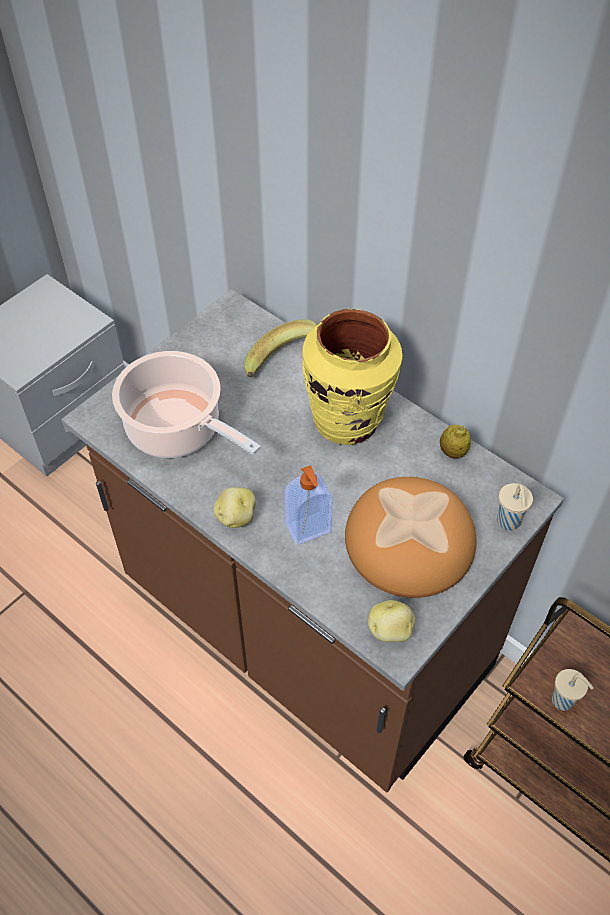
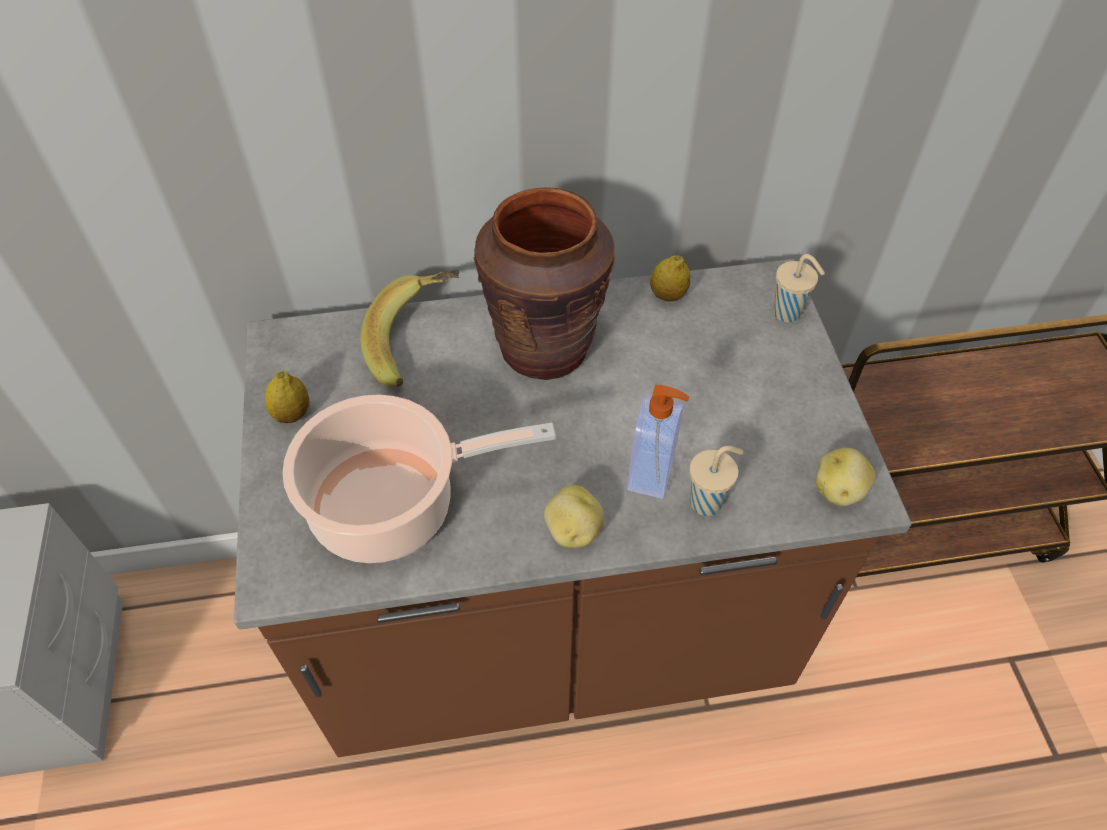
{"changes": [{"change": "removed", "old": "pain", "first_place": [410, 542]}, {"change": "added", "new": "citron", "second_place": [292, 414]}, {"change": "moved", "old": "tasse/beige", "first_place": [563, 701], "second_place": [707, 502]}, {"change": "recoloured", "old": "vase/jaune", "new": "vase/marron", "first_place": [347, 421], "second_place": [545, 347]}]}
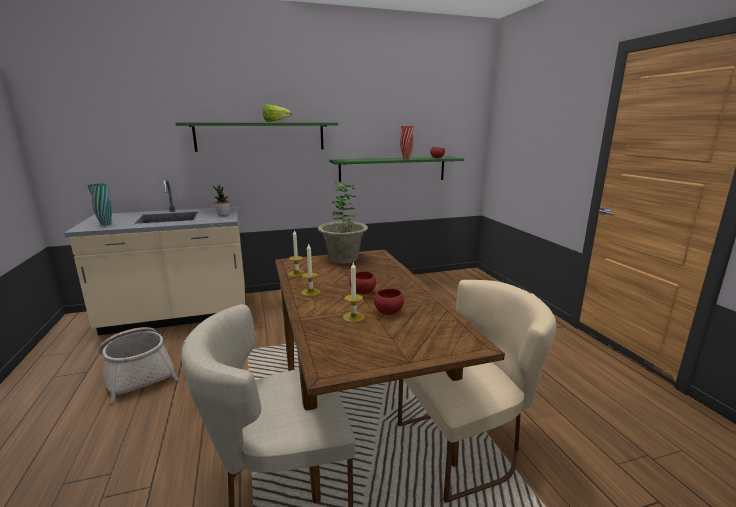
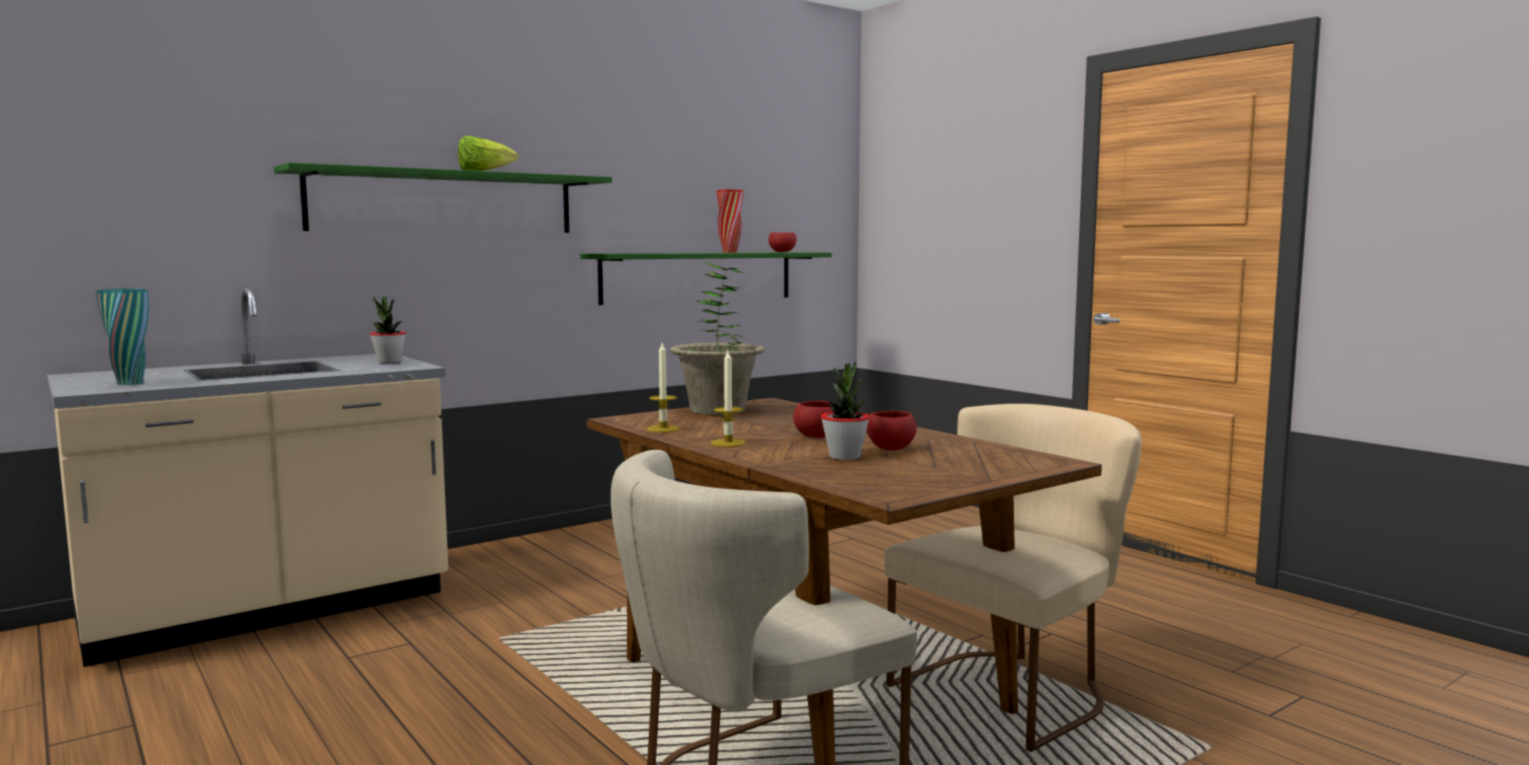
{"changes": [{"change": "removed", "old": "panier", "first_place": [138, 373]}, {"change": "replaced", "old": "bougie", "new": "plante en pot", "first_place": [353, 317], "second_place": [844, 457]}]}
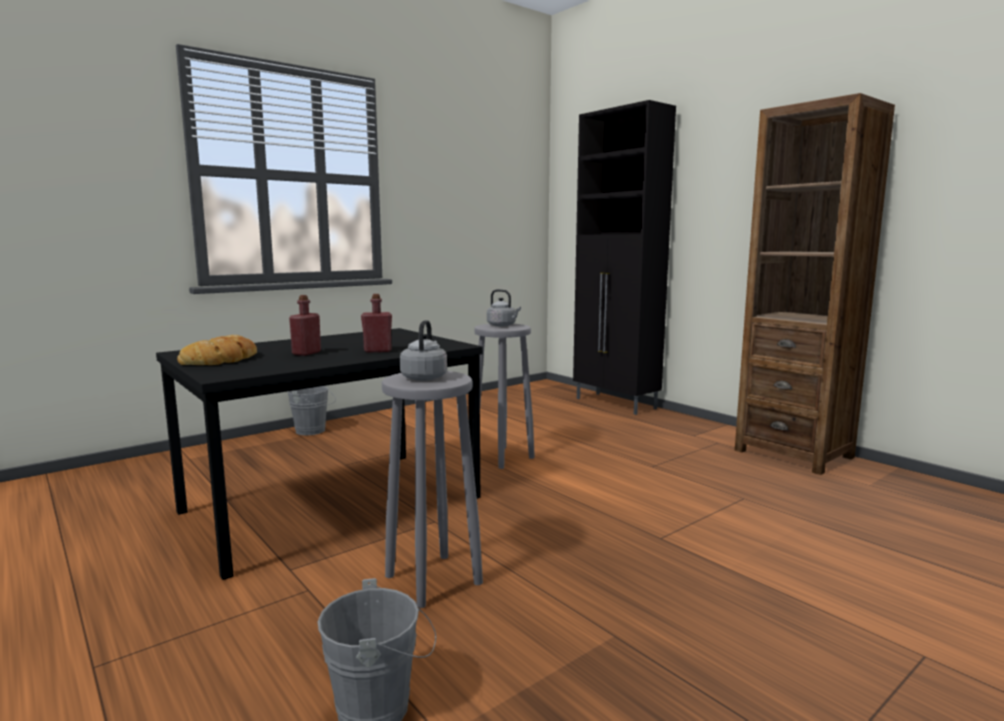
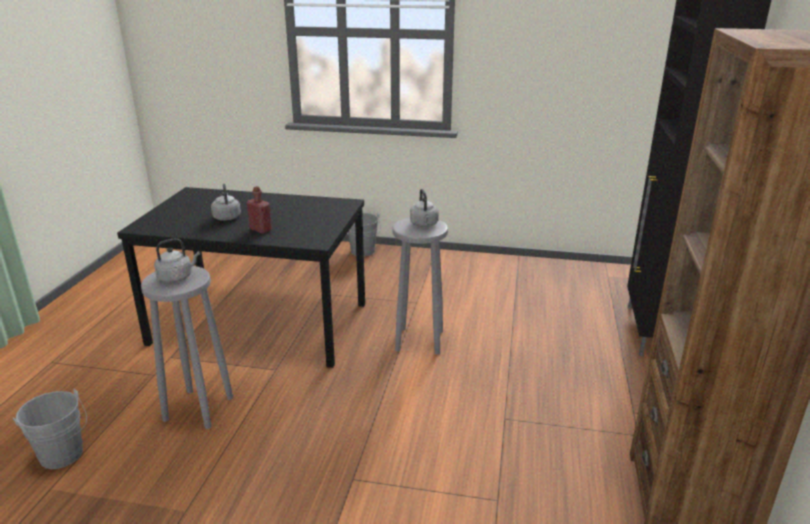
{"changes": [{"change": "removed", "old": "pain", "first_place": [222, 360]}, {"change": "replaced", "old": "bouteille/rouge", "new": "bouilloire/gris", "first_place": [306, 353], "second_place": [227, 217]}]}
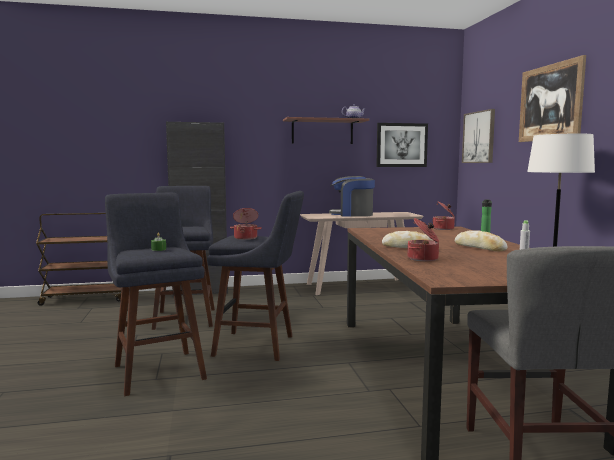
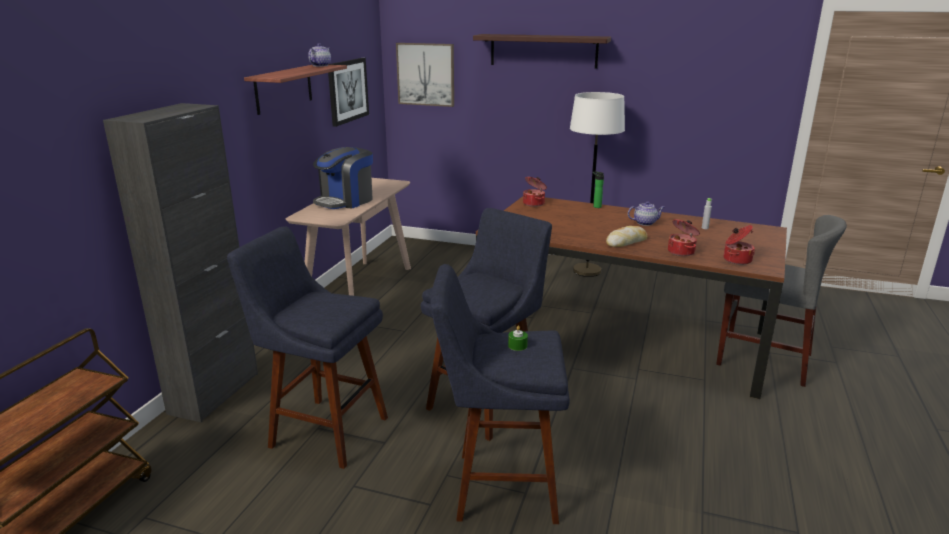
{"changes": [{"change": "moved", "old": "marmite", "first_place": [246, 238], "second_place": [736, 260]}, {"change": "replaced", "old": "pain", "new": "théière", "first_place": [479, 247], "second_place": [645, 223]}, {"change": "replaced", "old": "tableau", "new": "étagère", "first_place": [550, 102], "second_place": [543, 51]}]}
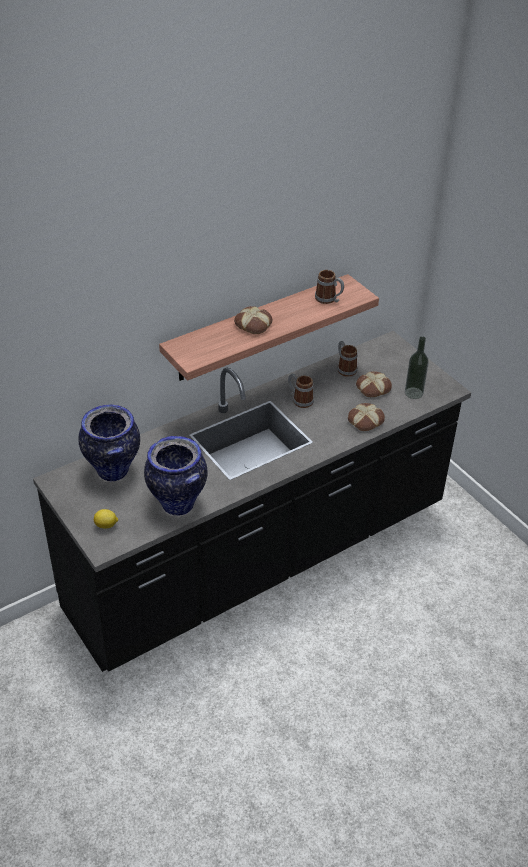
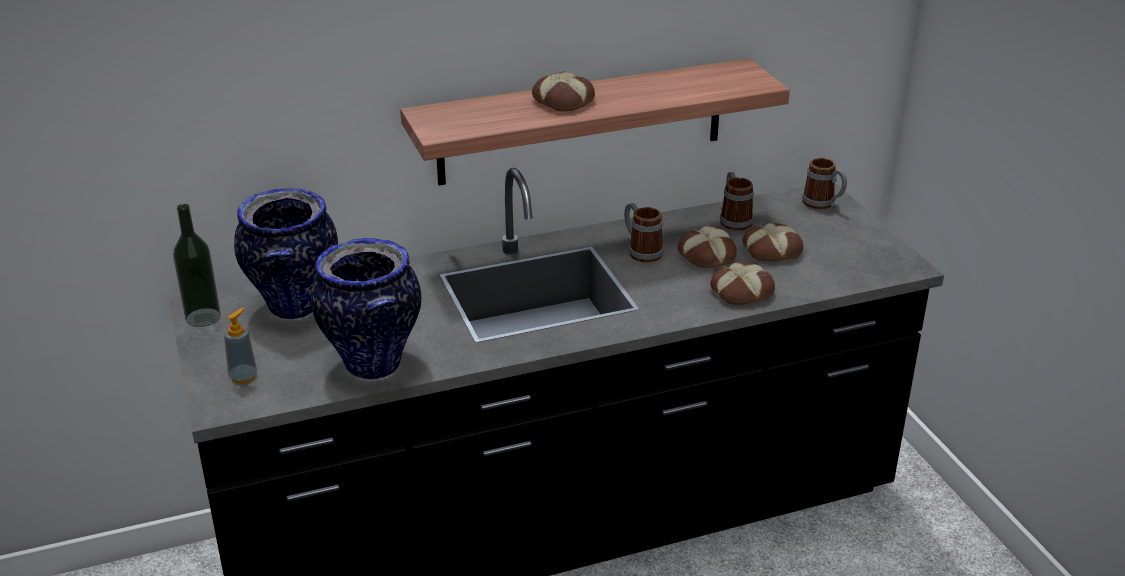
{"changes": [{"change": "added", "new": "pain", "second_place": [706, 255]}, {"change": "moved", "old": "mug", "first_place": [329, 299], "second_place": [823, 205]}, {"change": "moved", "old": "bouteille", "first_place": [413, 393], "second_place": [203, 317]}, {"change": "replaced", "old": "citron", "new": "distributeur de savon", "first_place": [106, 525], "second_place": [243, 377]}]}
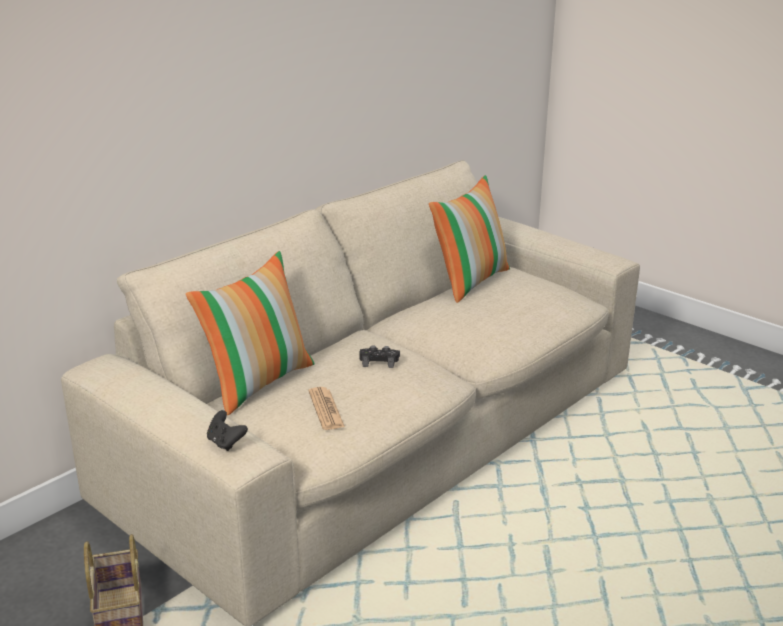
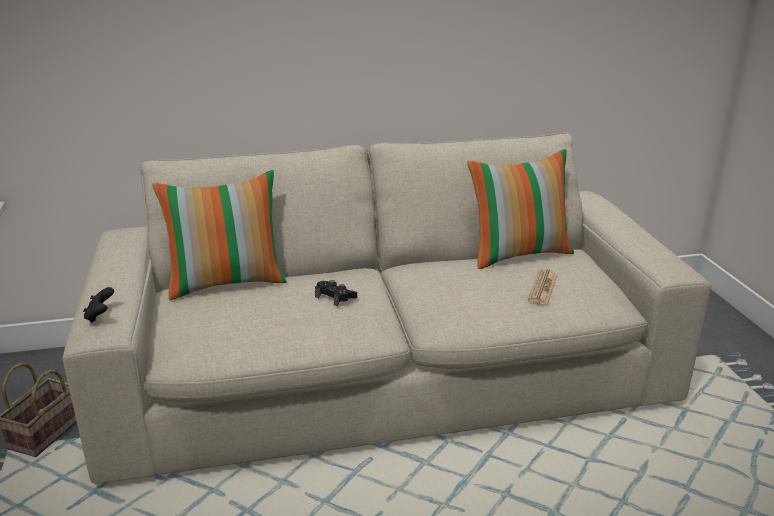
{"changes": [{"change": "moved", "old": "journal", "first_place": [326, 409], "second_place": [543, 287]}]}
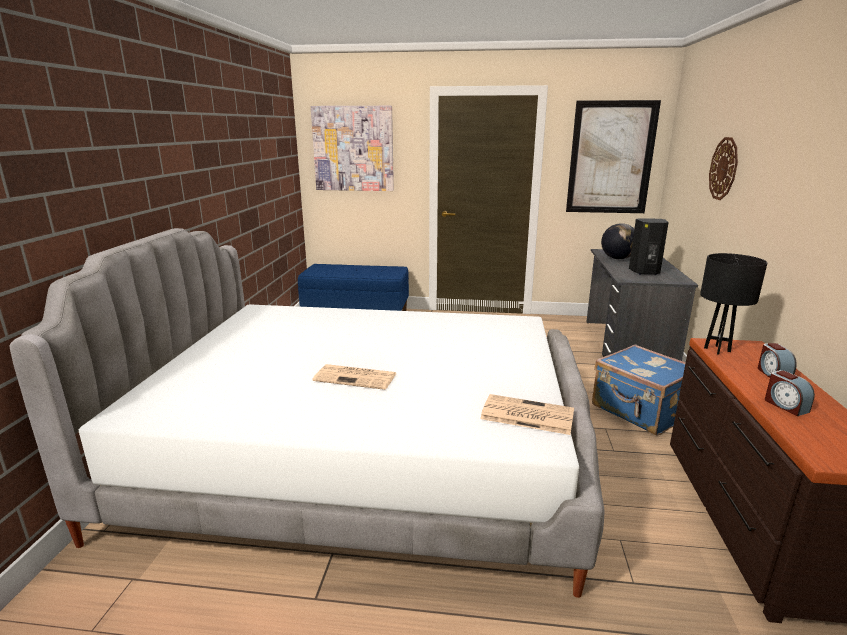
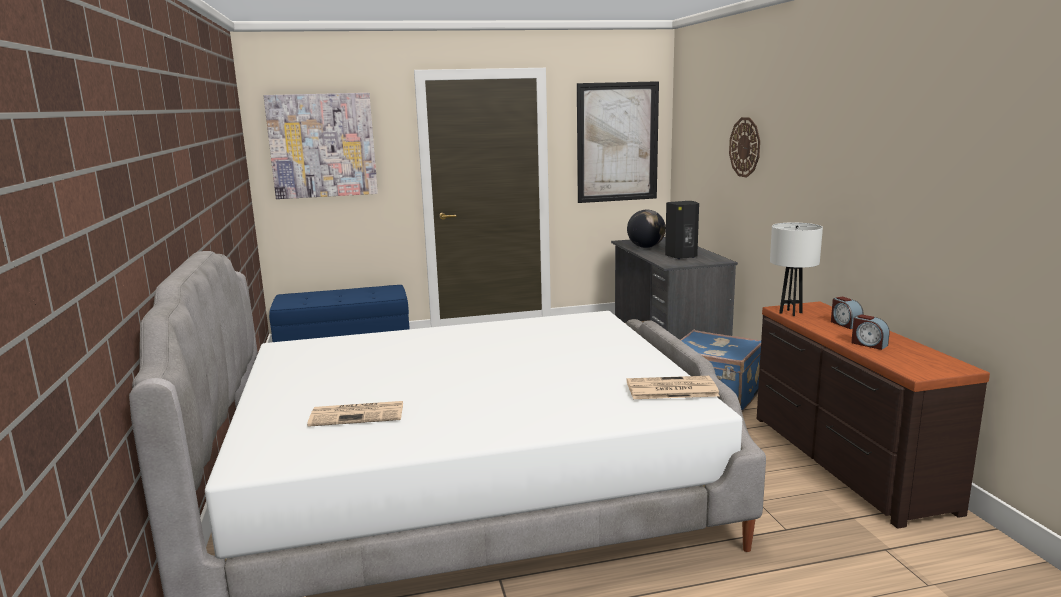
{"changes": [{"change": "moved", "old": "journal", "first_place": [356, 377], "second_place": [358, 414]}, {"change": "recoloured", "old": "lampe de table/noir", "new": "lampe de table/blanc", "first_place": [717, 349], "second_place": [790, 313]}]}
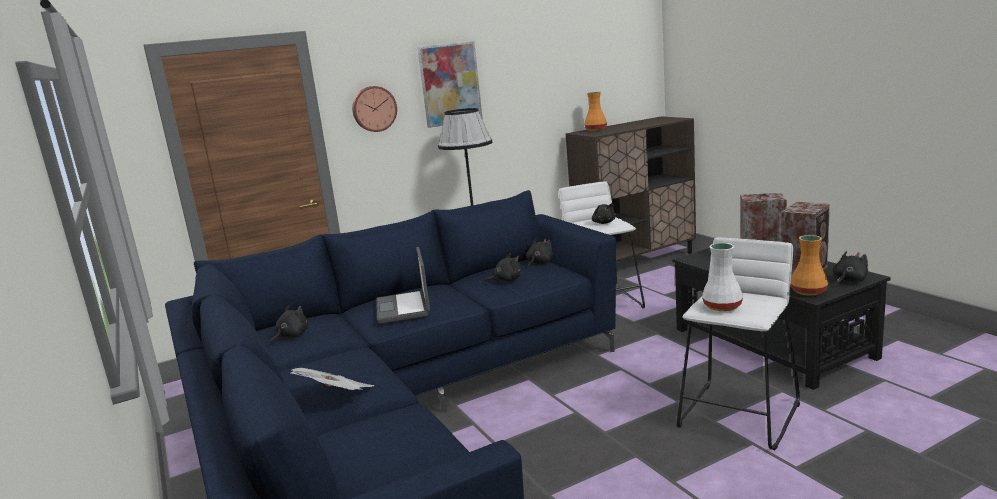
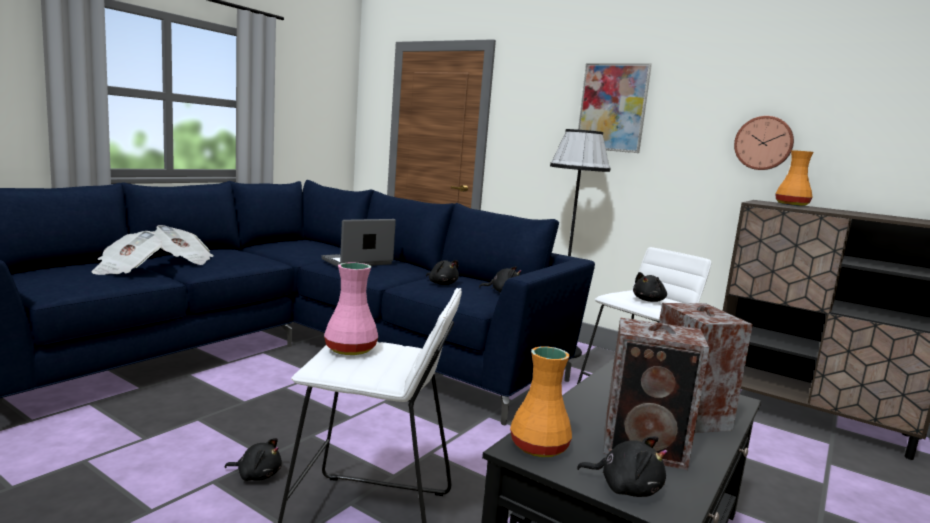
{"changes": [{"change": "added", "new": "journal", "second_place": [126, 269]}, {"change": "moved", "old": "peluche/noir", "first_place": [291, 336], "second_place": [257, 475]}, {"change": "moved", "old": "horloge murale", "first_place": [374, 109], "second_place": [763, 143]}, {"change": "recoloured", "old": "vase/blanc", "new": "vase/rose", "first_place": [722, 306], "second_place": [352, 349]}]}
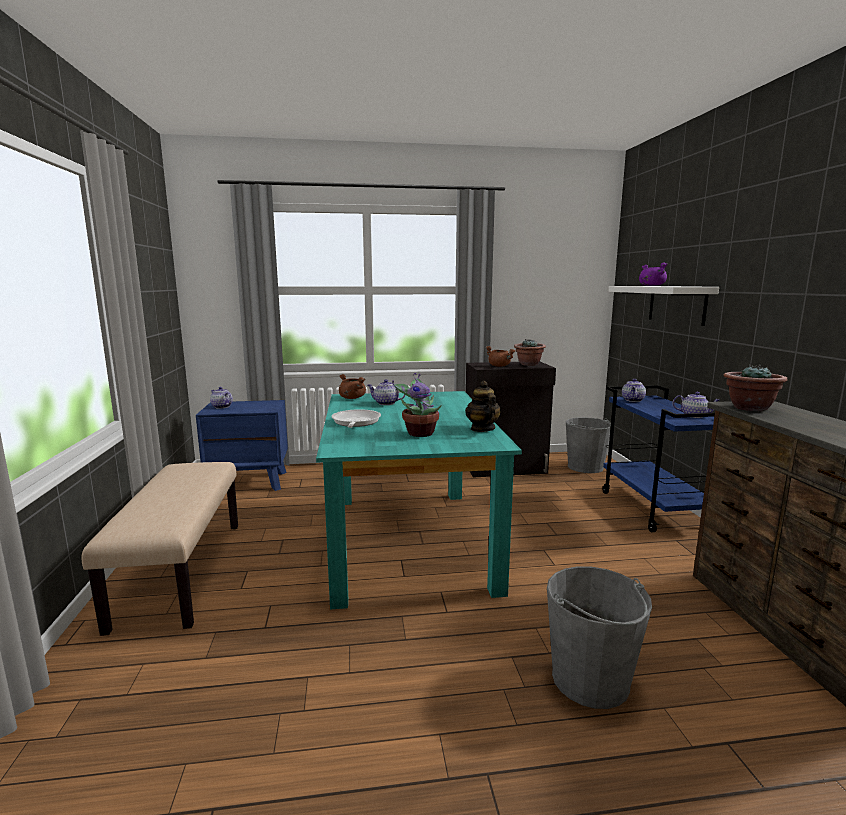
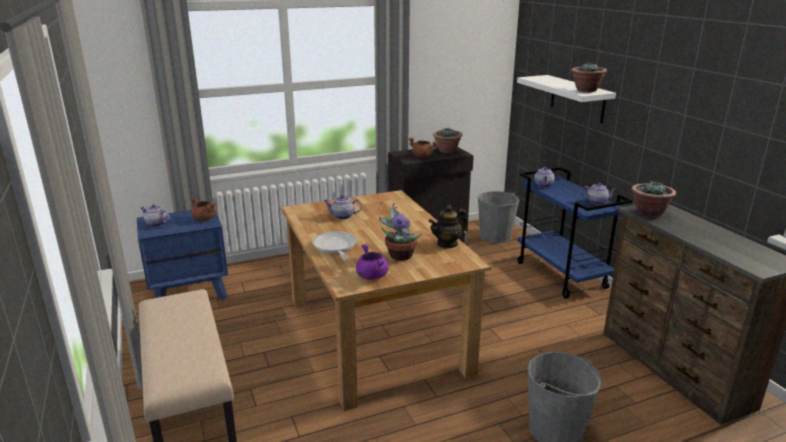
{"changes": [{"change": "added", "new": "plante en pot", "second_place": [586, 90]}, {"change": "moved", "old": "marmite/marron", "first_place": [351, 398], "second_place": [204, 219]}, {"change": "moved", "old": "marmite/violet", "first_place": [651, 286], "second_place": [371, 276]}, {"change": "recoloured", "old": "table à manger/turquoise", "new": "table à manger/marron", "first_place": [410, 540], "second_place": [377, 335]}, {"change": "turned", "old": "théière", "first_place": [482, 429], "second_place": [447, 244], "degrees": -90}]}
